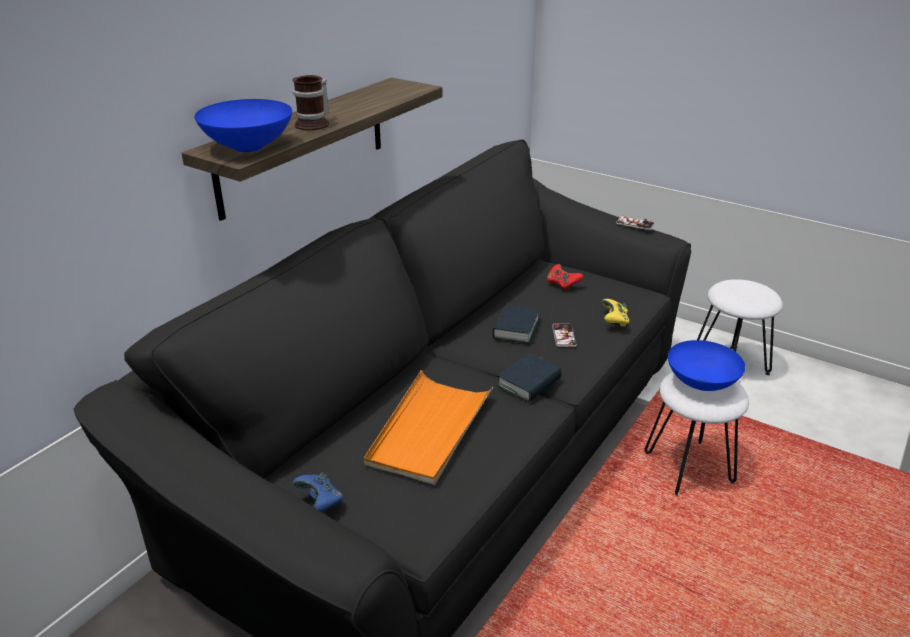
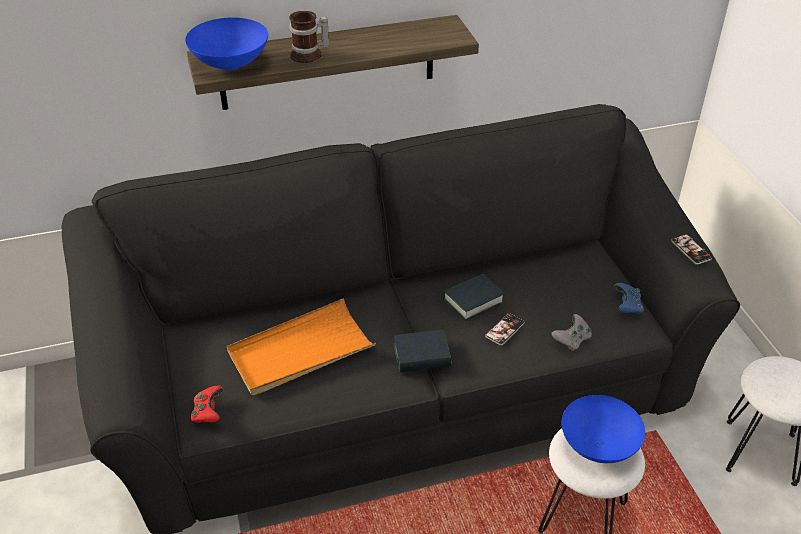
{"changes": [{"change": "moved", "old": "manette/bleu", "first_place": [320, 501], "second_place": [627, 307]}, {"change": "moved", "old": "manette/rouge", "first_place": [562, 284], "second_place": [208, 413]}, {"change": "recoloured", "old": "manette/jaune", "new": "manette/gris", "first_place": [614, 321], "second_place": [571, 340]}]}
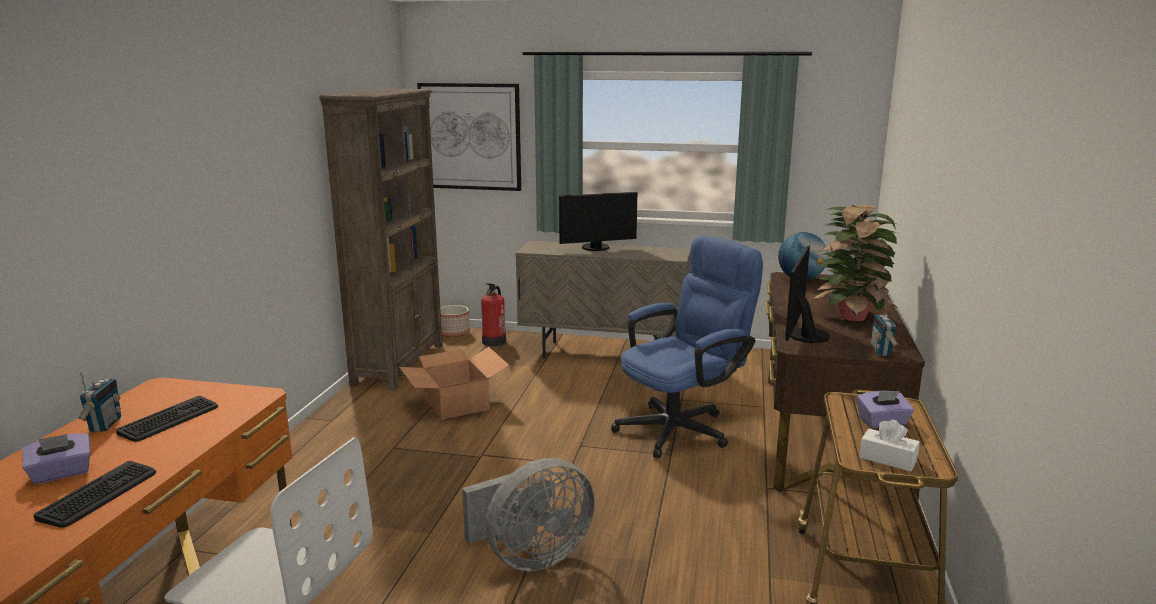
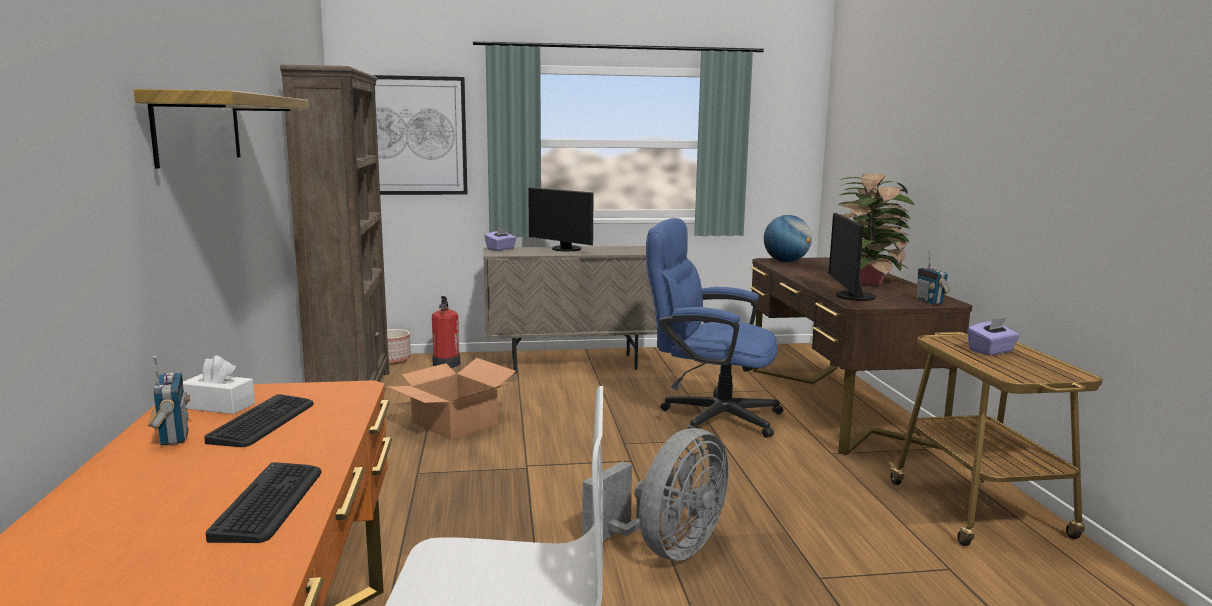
{"changes": [{"change": "added", "new": "étagère", "second_place": [199, 128]}, {"change": "moved", "old": "boîte à mouchoirs/violet", "first_place": [61, 473], "second_place": [501, 249]}, {"change": "moved", "old": "boîte à mouchoirs/blanc", "first_place": [887, 459], "second_place": [218, 406]}, {"change": "turned", "old": "écran d'ordinateur", "first_place": [596, 248], "second_place": [564, 249], "degrees": 75}, {"change": "turned", "old": "chaise de bureau/bleu", "first_place": [682, 427], "second_place": [709, 415], "degrees": -105}]}
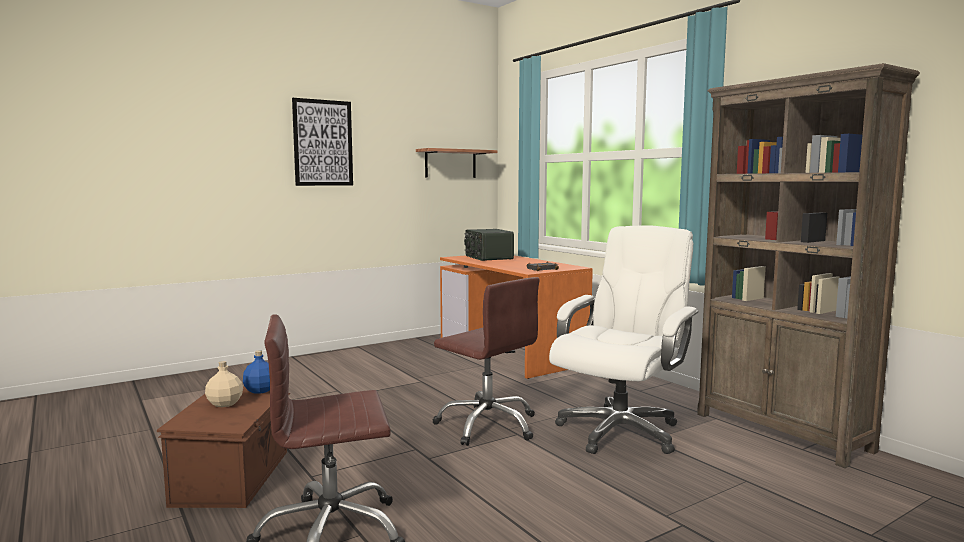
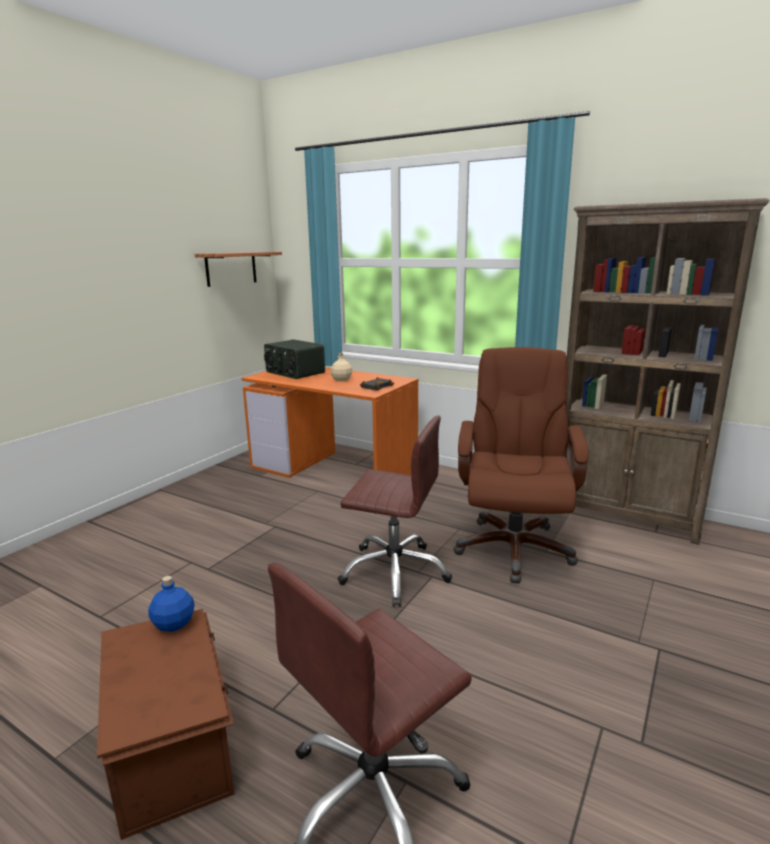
{"changes": [{"change": "removed", "old": "tableau", "first_place": [323, 143]}, {"change": "moved", "old": "bouteille/beige", "first_place": [225, 403], "second_place": [341, 379]}, {"change": "recoloured", "old": "chaise de bureau/blanc", "new": "chaise de bureau/marron", "first_place": [619, 431], "second_place": [513, 548]}]}
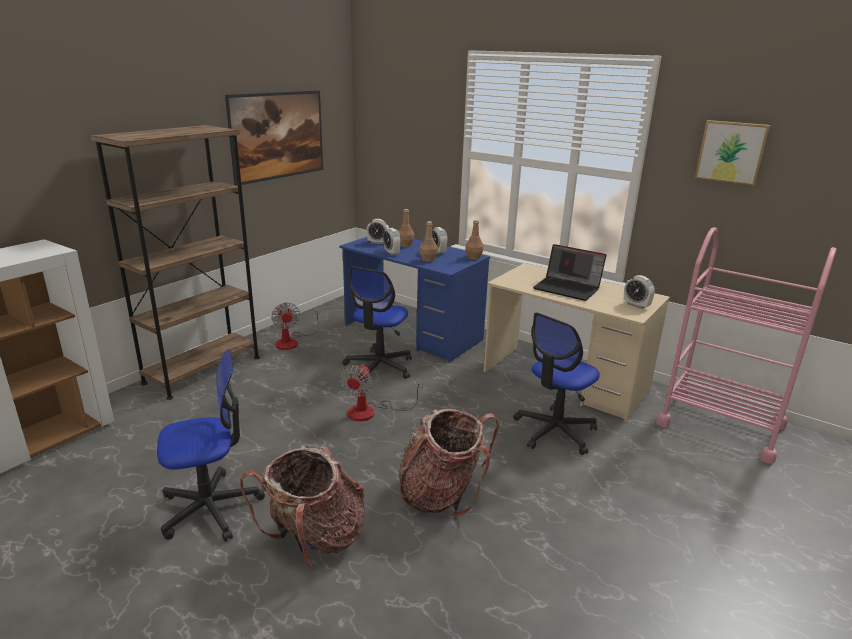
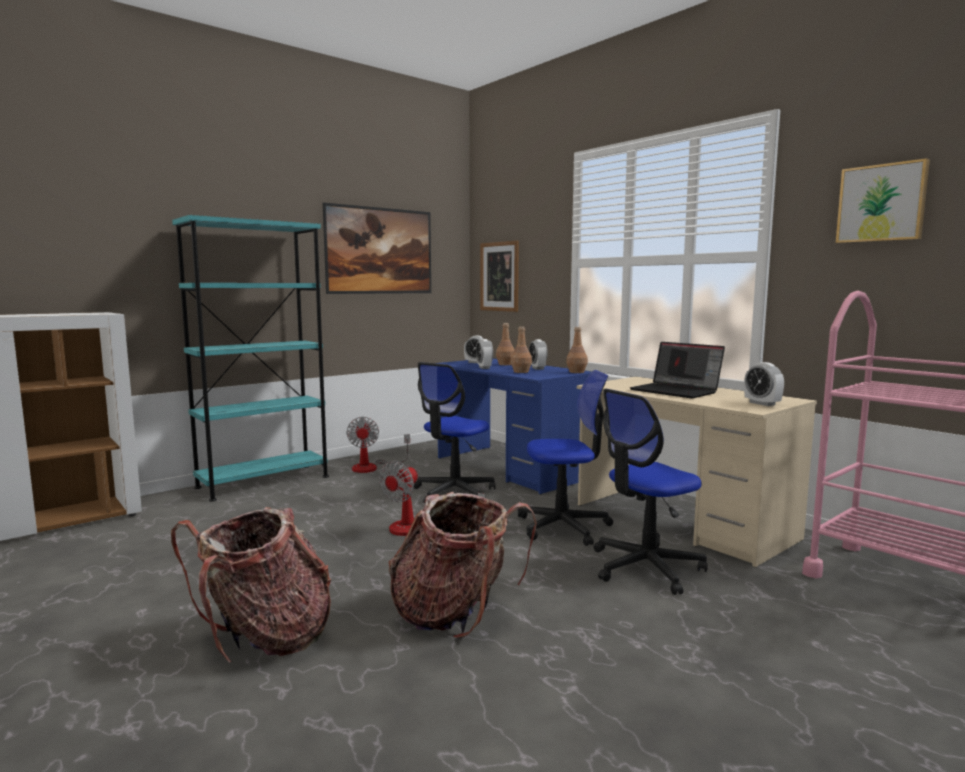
{"changes": [{"change": "added", "new": "tableau", "second_place": [499, 276]}, {"change": "moved", "old": "chaise de bureau", "first_place": [211, 508], "second_place": [563, 526]}, {"change": "recoloured", "old": "bibliothèque/marron", "new": "bibliothèque/turquoise", "first_place": [203, 370], "second_place": [263, 482]}]}
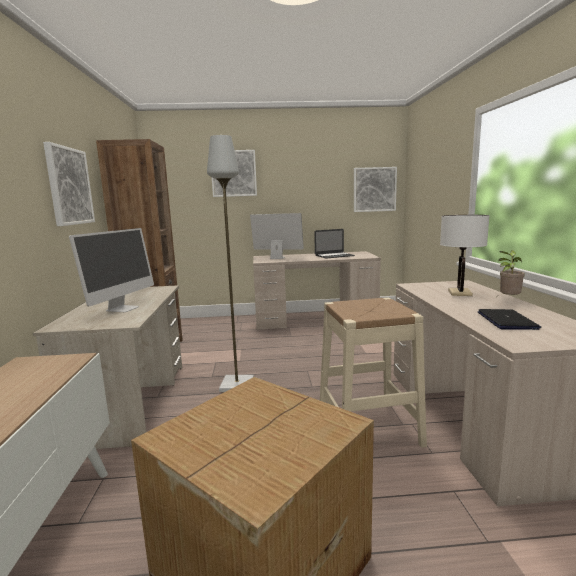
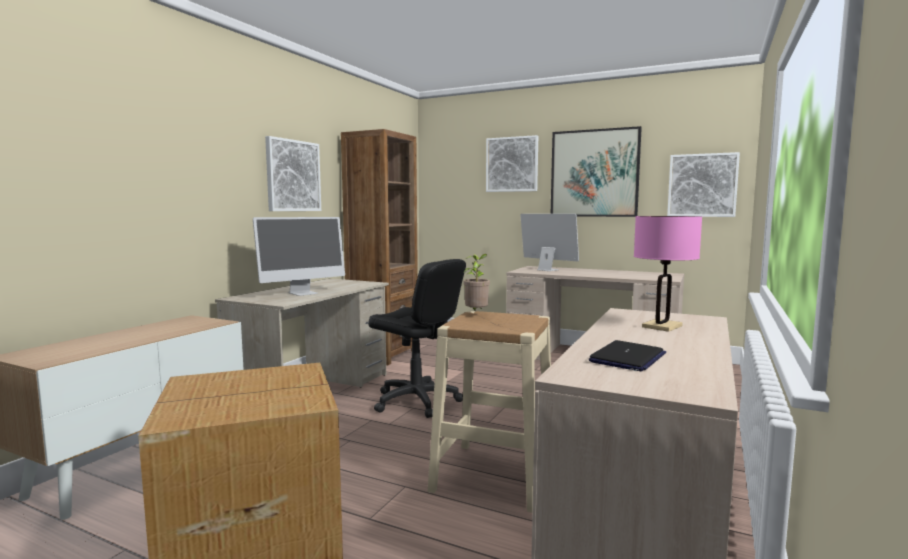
{"changes": [{"change": "removed", "old": "ordinateur portable", "first_place": [334, 255]}, {"change": "added", "new": "tableau", "second_place": [594, 173]}, {"change": "moved", "old": "plante en pot", "first_place": [508, 299], "second_place": [476, 314]}, {"change": "replaced", "old": "lampadaire/gris", "new": "chaise de bureau/noir", "first_place": [237, 385], "second_place": [416, 401]}, {"change": "recoloured", "old": "lampe de table/blanc", "new": "lampe de table/rose", "first_place": [460, 293], "second_place": [662, 326]}]}
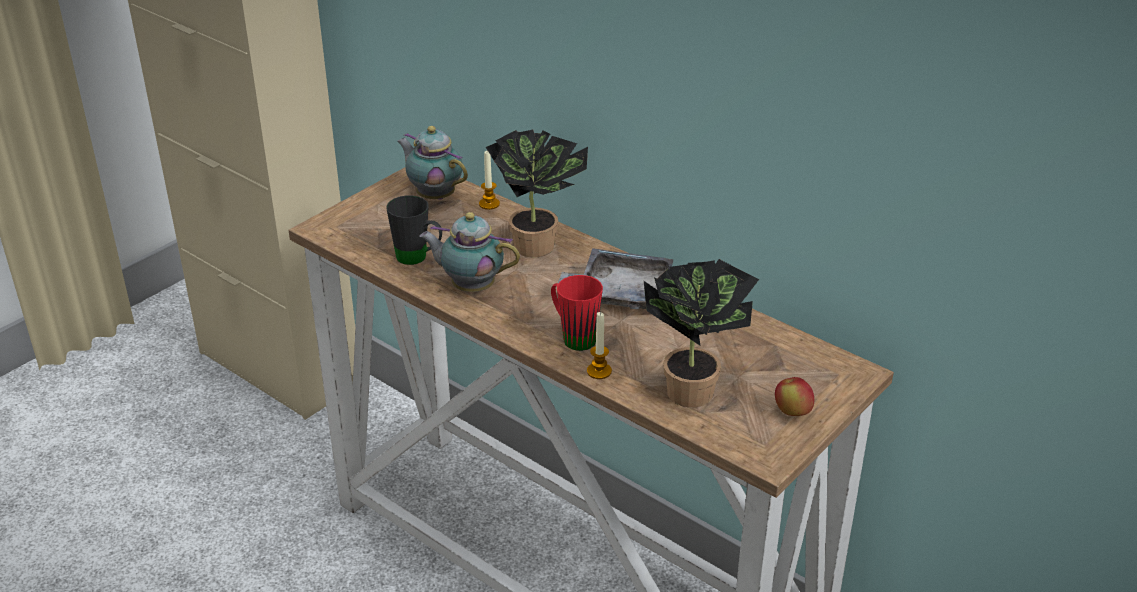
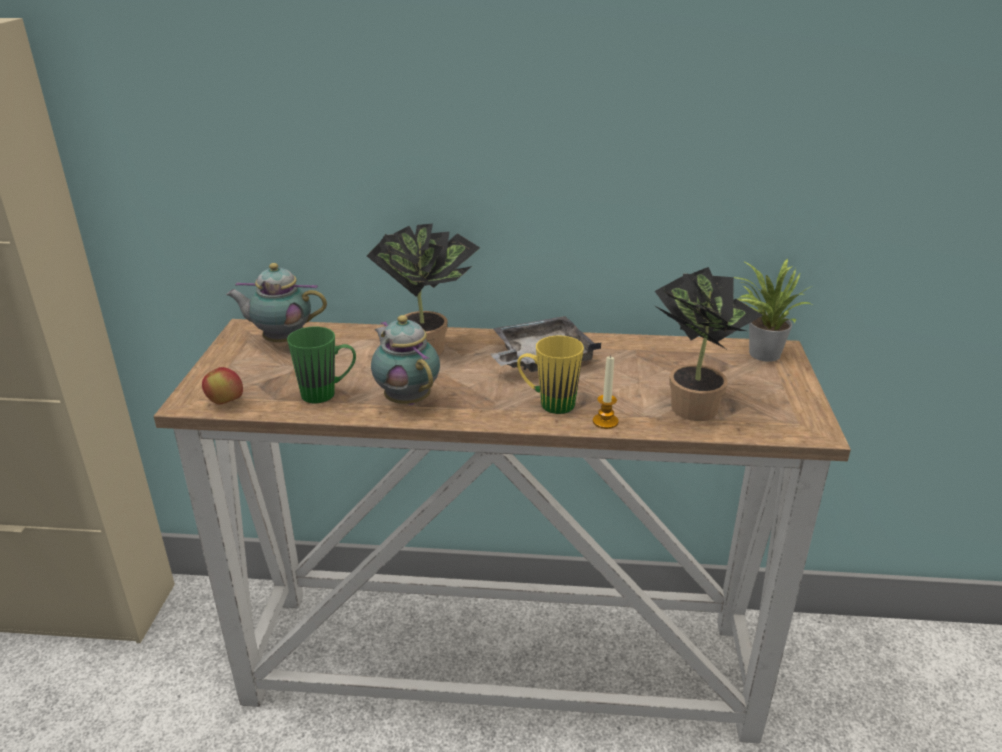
{"changes": [{"change": "removed", "old": "bougie", "first_place": [489, 204]}, {"change": "added", "new": "plante en pot", "second_place": [760, 353]}, {"change": "moved", "old": "pomme", "first_place": [792, 412], "second_place": [225, 402]}, {"change": "recoloured", "old": "mug/noir", "new": "mug/vert", "first_place": [418, 258], "second_place": [327, 394]}, {"change": "recoloured", "old": "mug/rouge", "new": "mug/jaune", "first_place": [573, 336], "second_place": [548, 404]}, {"change": "turned", "old": "théière", "first_place": [470, 287], "second_place": [406, 399], "degrees": 75}]}
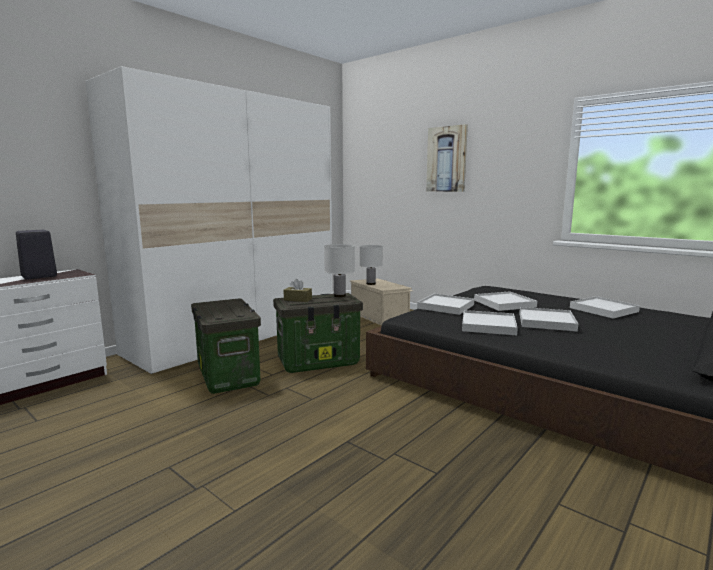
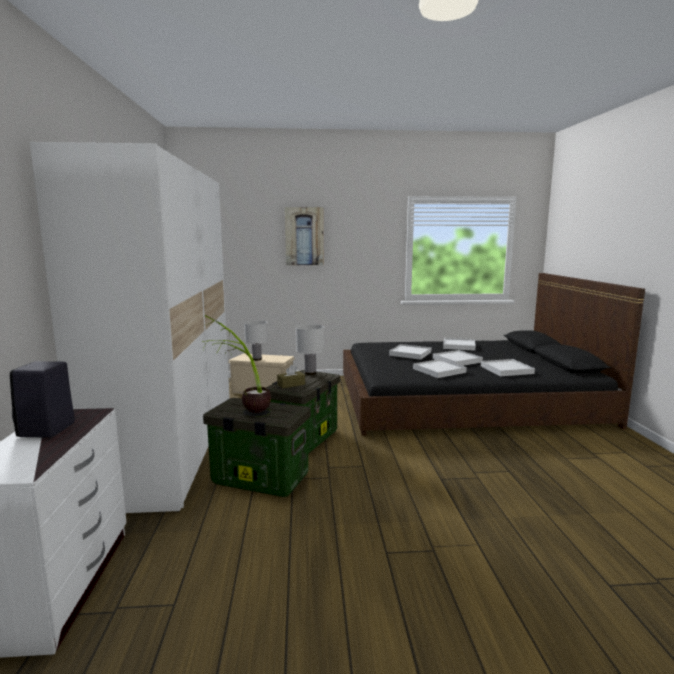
{"changes": [{"change": "added", "new": "plante en pot", "second_place": [242, 409]}, {"change": "moved", "old": "plateau/blanc", "first_place": [446, 306], "second_place": [506, 370]}]}
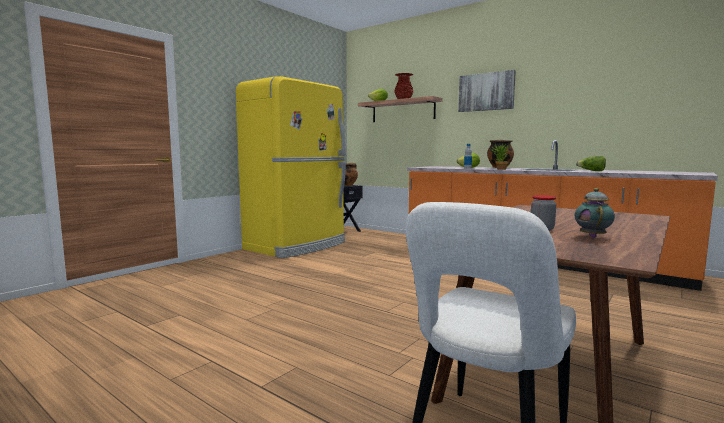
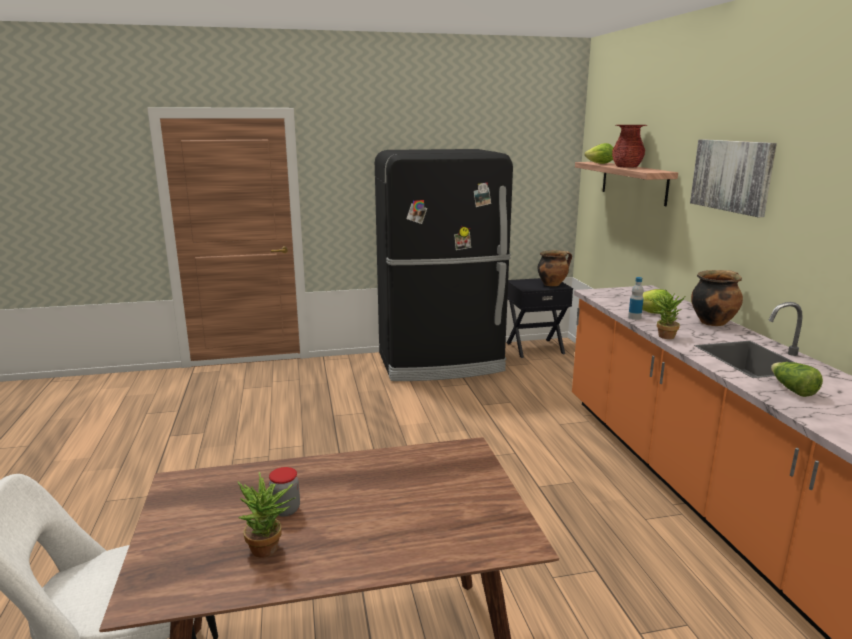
{"changes": [{"change": "replaced", "old": "théière", "new": "plante en pot", "first_place": [592, 236], "second_place": [270, 550]}, {"change": "recoloured", "old": "réfrigérateur/jaune", "new": "réfrigérateur/noir", "first_place": [297, 246], "second_place": [441, 363]}]}
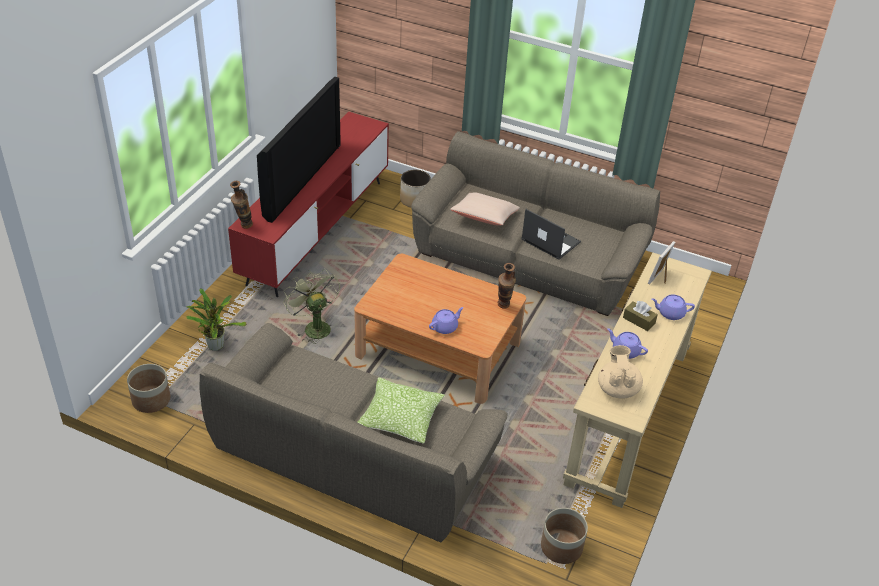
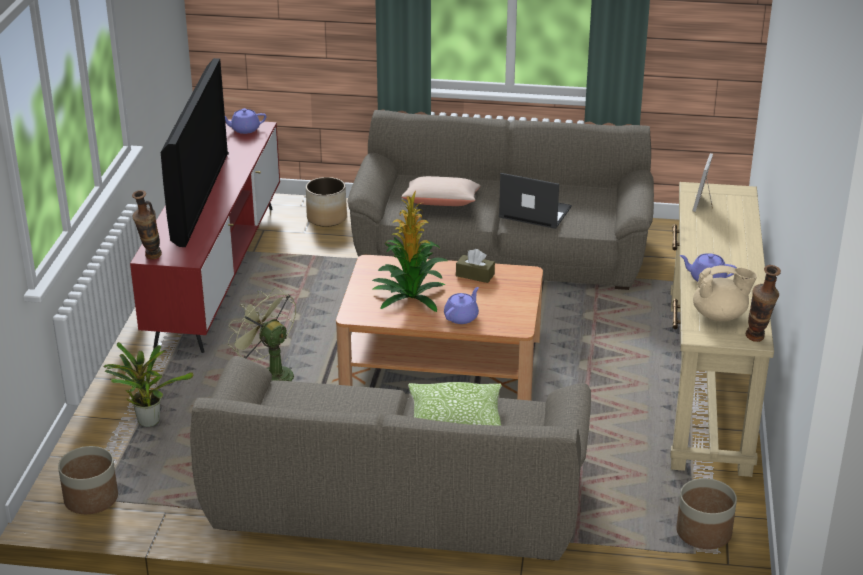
{"changes": [{"change": "added", "new": "plante en pot", "second_place": [411, 296]}, {"change": "moved", "old": "vase", "first_place": [503, 307], "second_place": [757, 340]}, {"change": "moved", "old": "boîte à mouchoirs/marron", "first_place": [639, 320], "second_place": [475, 275]}, {"change": "moved", "old": "théière/violet", "first_place": [670, 313], "second_place": [244, 129]}, {"change": "turned", "old": "théière/beige", "first_place": [617, 389], "second_place": [720, 315], "degrees": 105}]}
